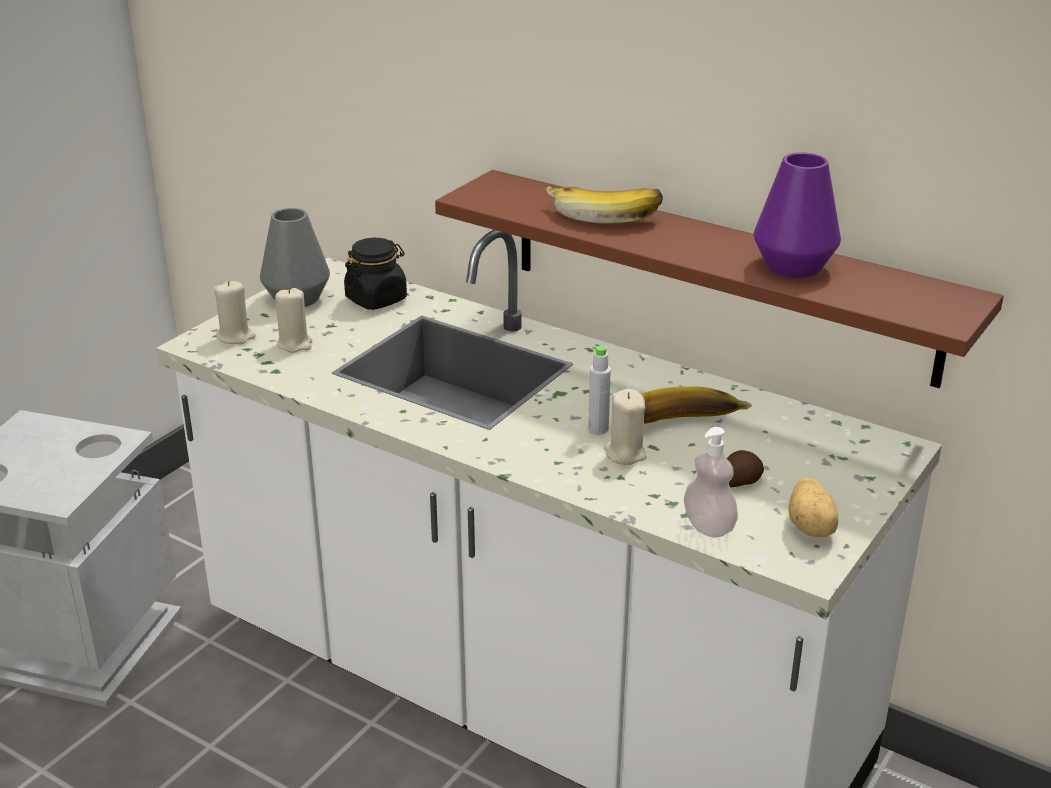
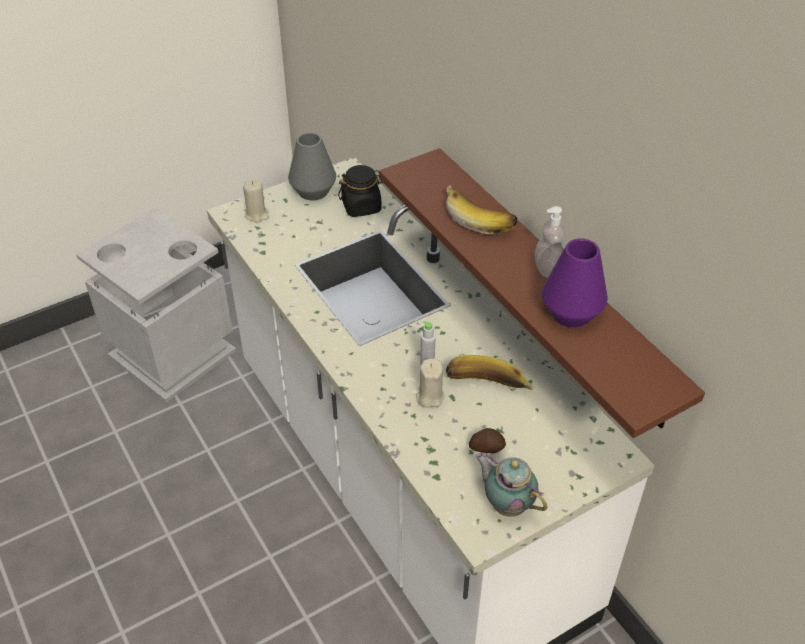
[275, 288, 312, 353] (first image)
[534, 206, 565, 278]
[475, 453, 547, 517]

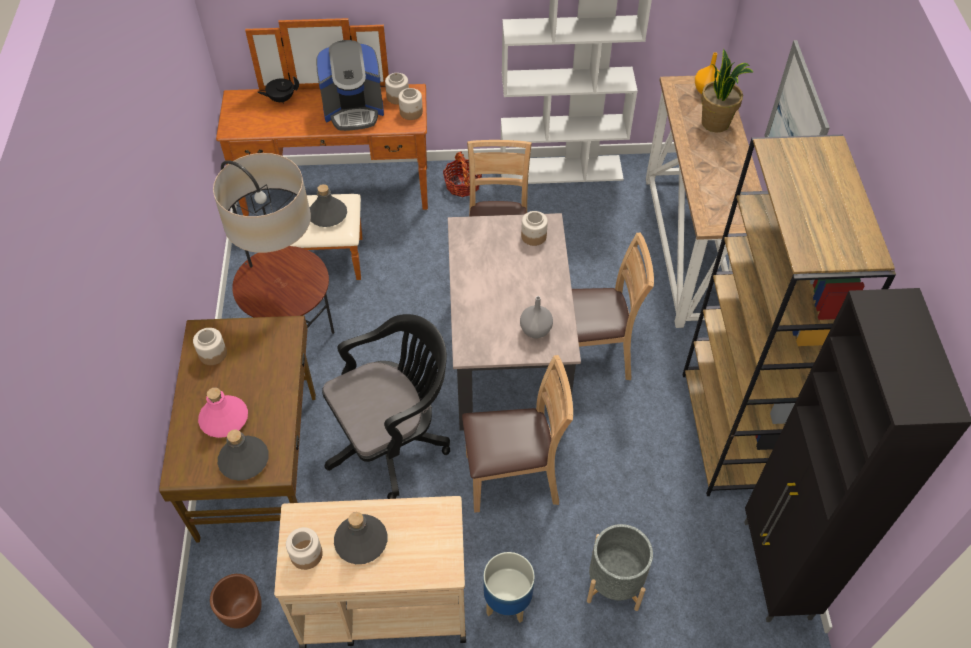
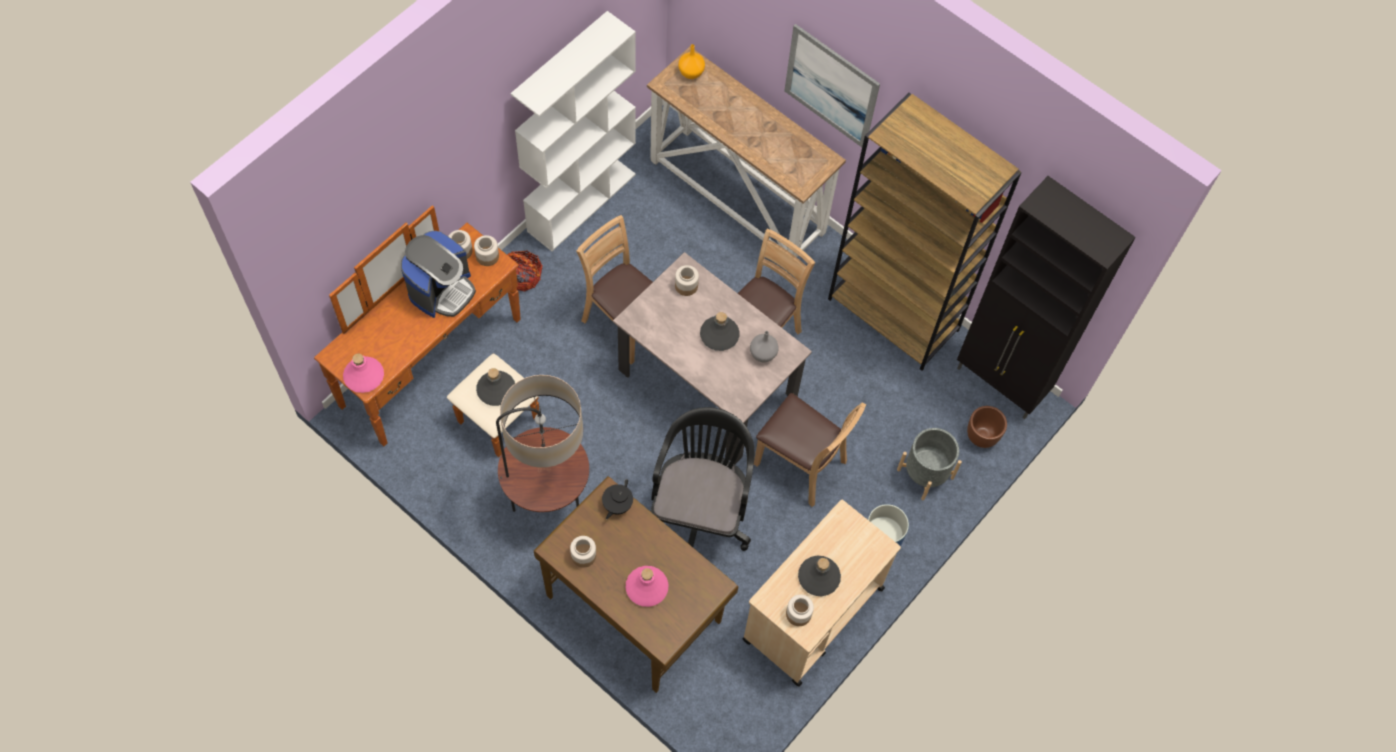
[701, 49, 753, 132] (first image)
[343, 354, 384, 393]
[967, 406, 1007, 448]
[700, 312, 739, 351]
[602, 479, 633, 519]
[754, 393, 866, 507]

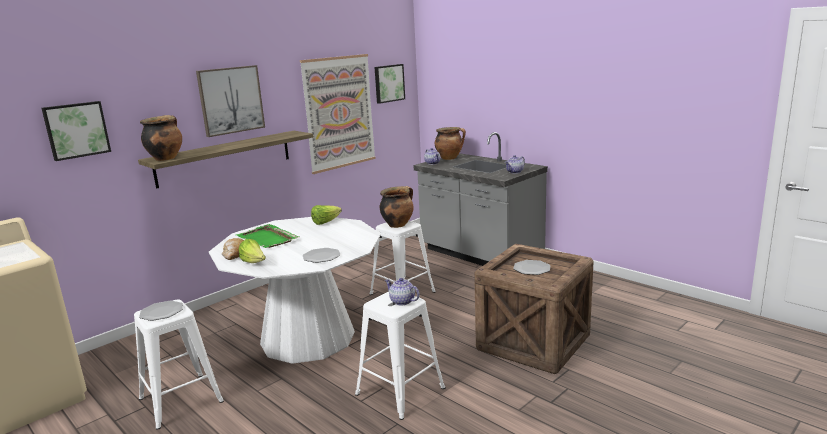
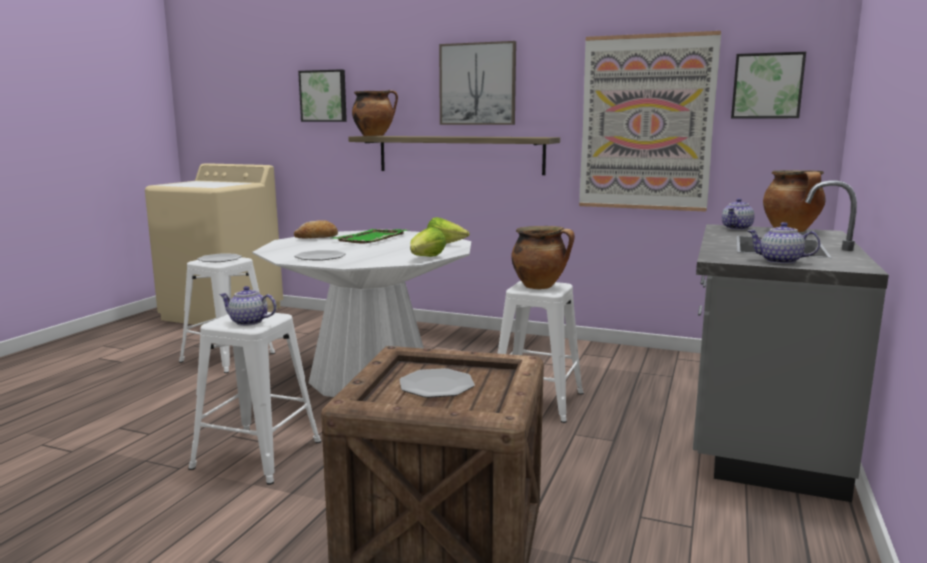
[410, 227, 446, 257]
[219, 286, 276, 326]

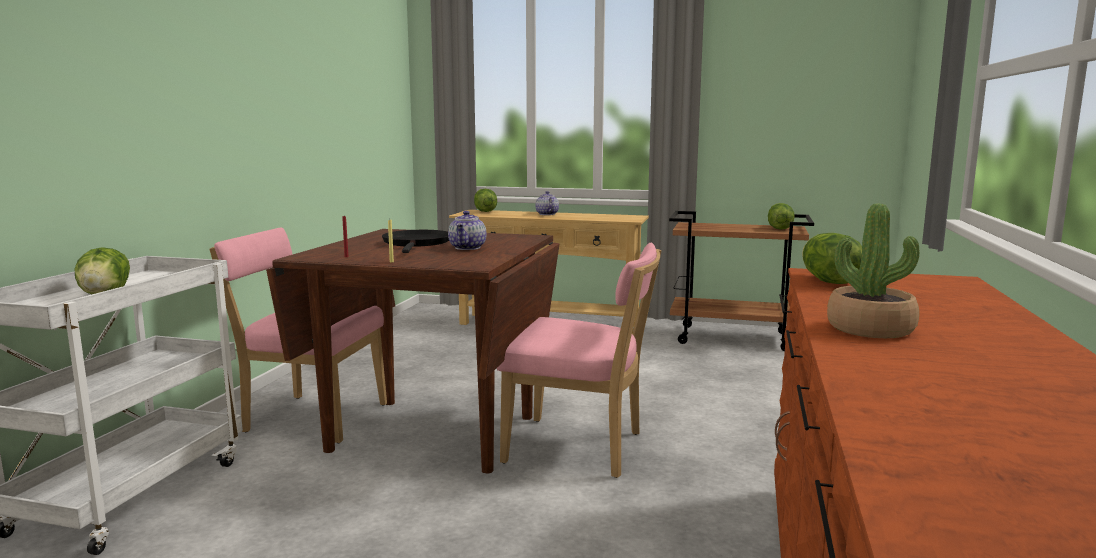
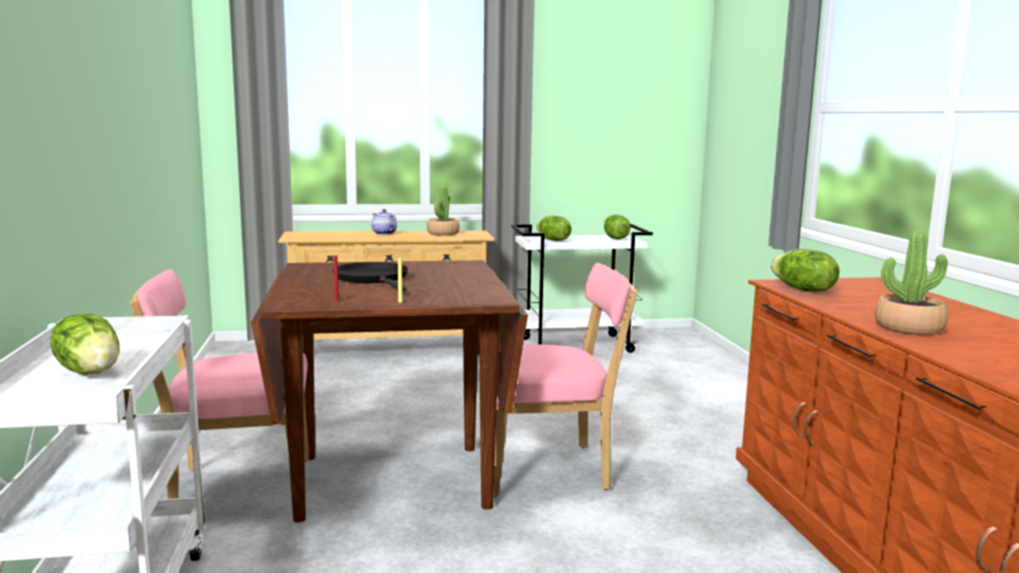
[448, 211, 486, 250] (first image)
[427, 184, 460, 236]
[536, 216, 572, 241]
[512, 224, 653, 353]

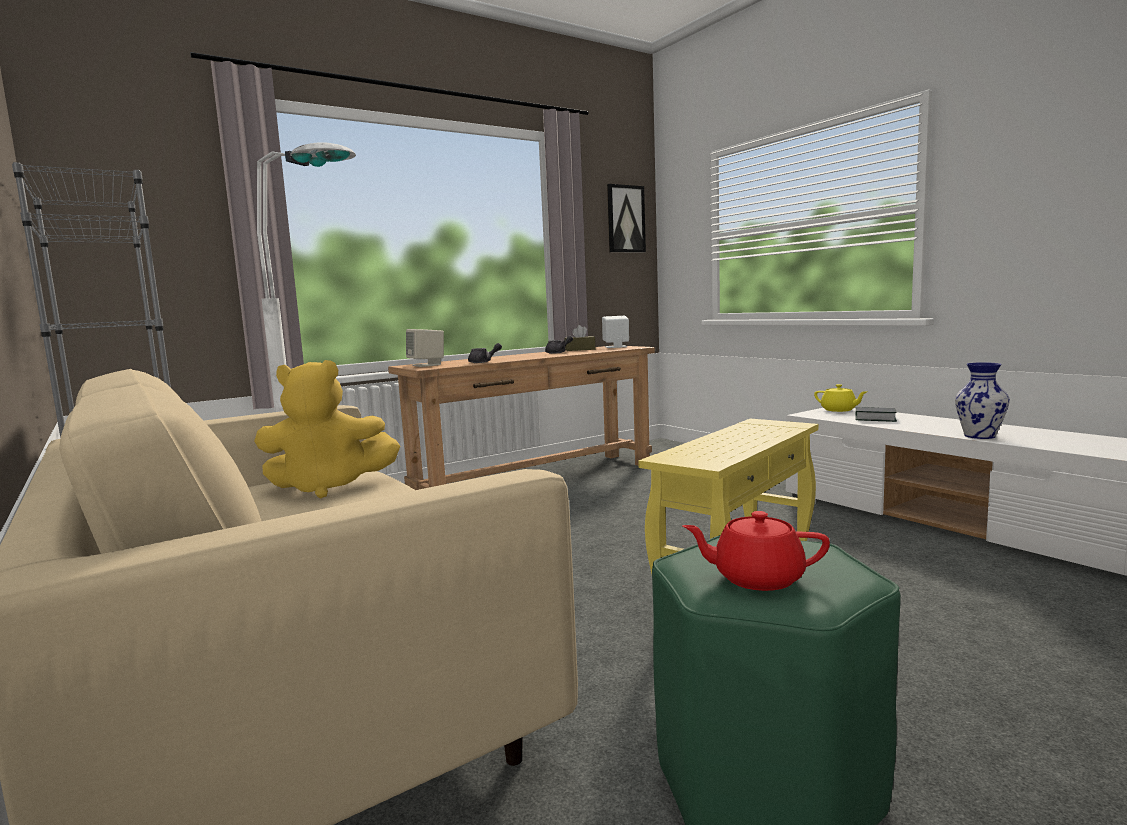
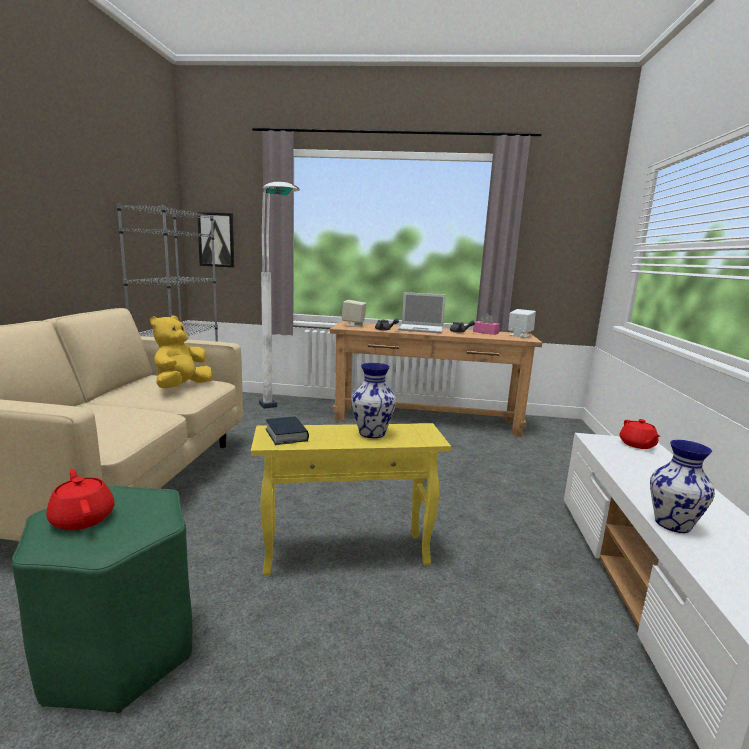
[351, 363, 396, 438]
[398, 292, 446, 334]
[197, 212, 234, 267]
[266, 416, 309, 445]
[473, 313, 500, 335]
[620, 419, 660, 449]
[150, 316, 213, 389]

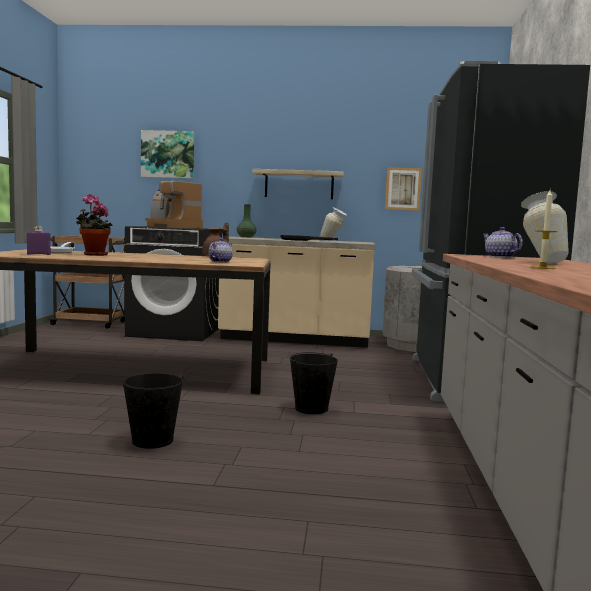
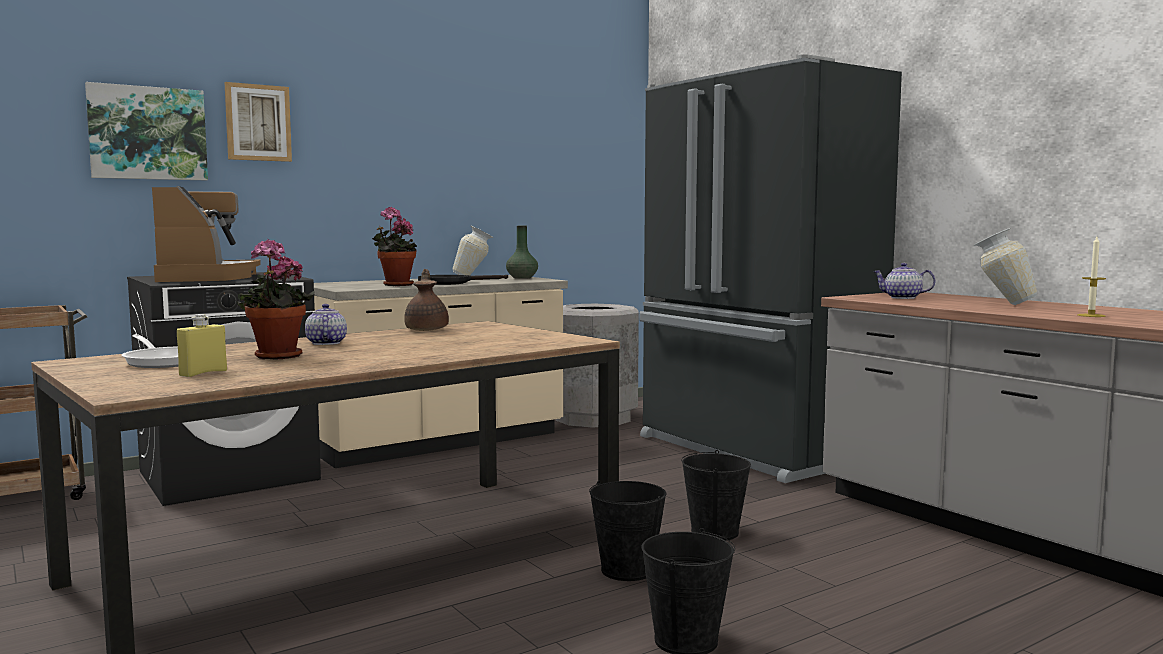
[252, 169, 344, 199] (first image)
[372, 207, 417, 286]
[589, 481, 666, 581]
[305, 304, 347, 345]
[506, 226, 538, 279]
[225, 82, 292, 162]
[177, 314, 227, 377]
[152, 186, 261, 282]

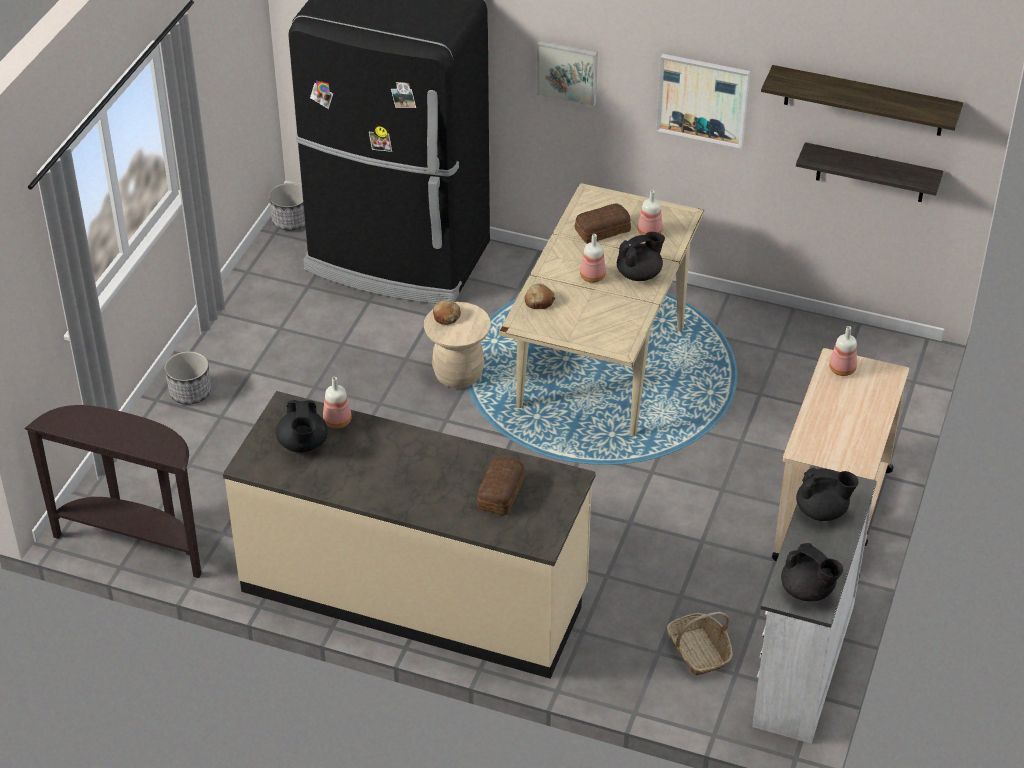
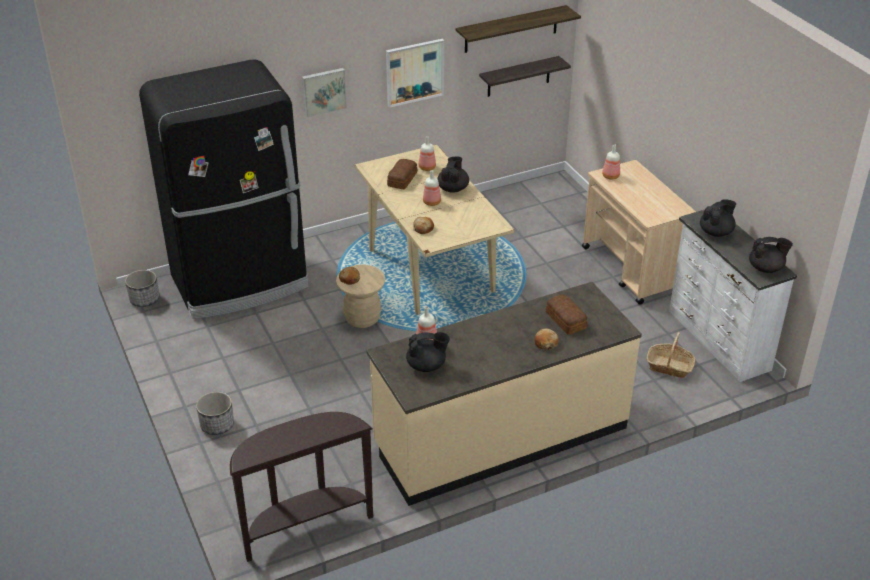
[535, 328, 559, 350]
[406, 332, 450, 372]

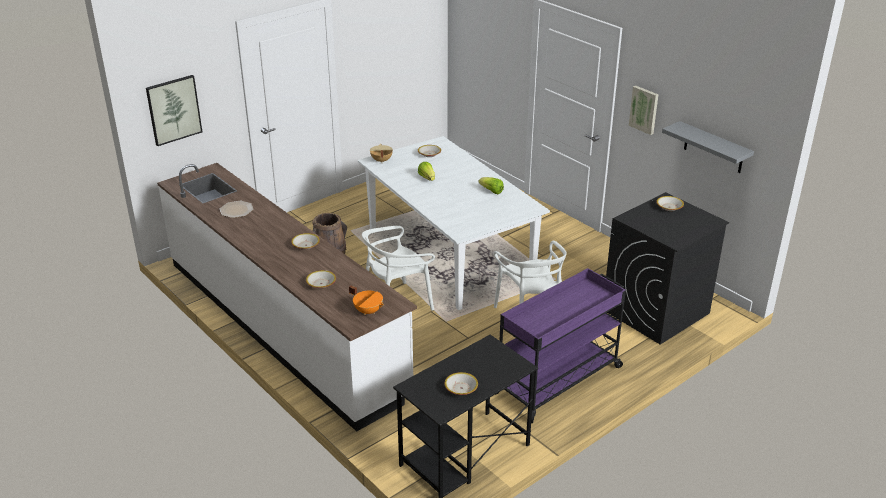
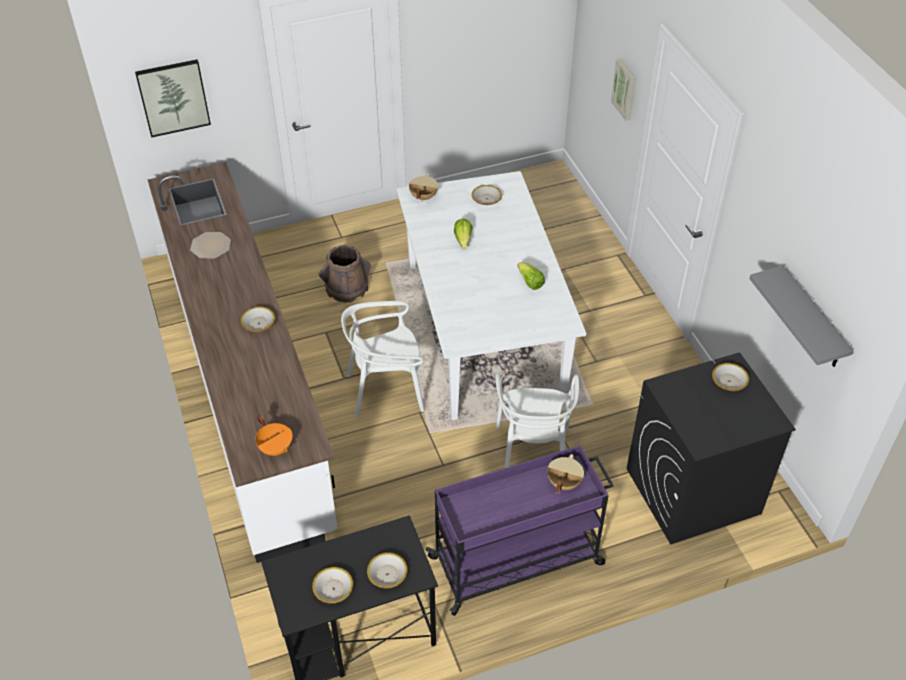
[547, 454, 584, 493]
[367, 552, 408, 588]
[611, 59, 636, 121]

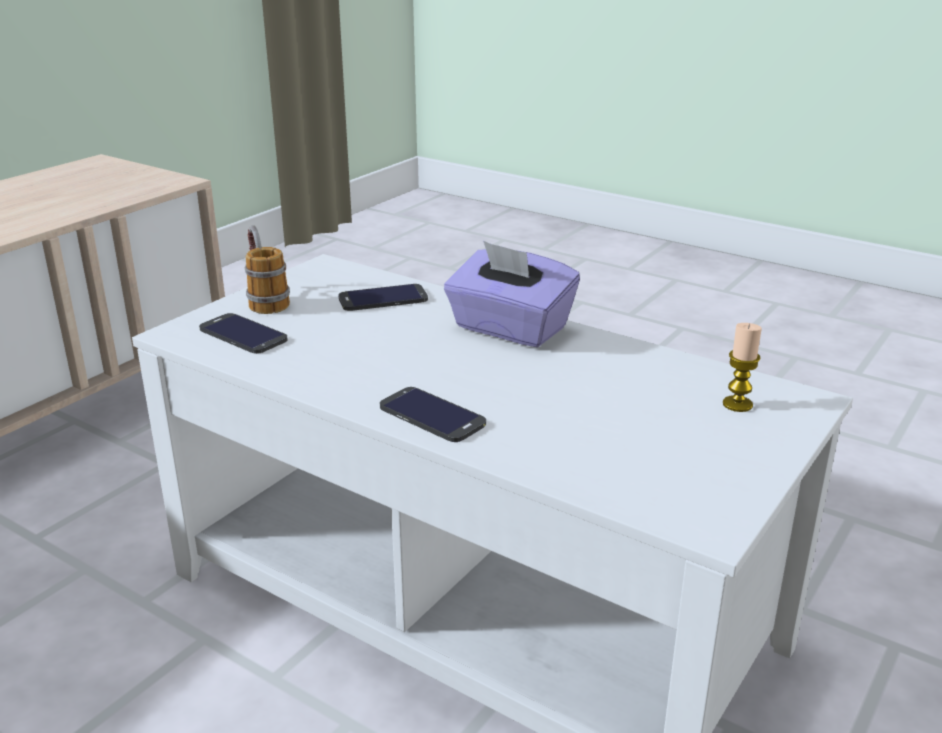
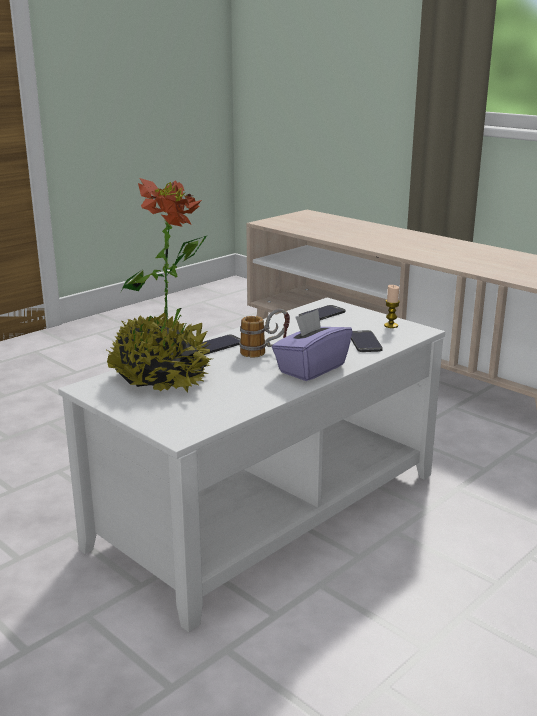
[105, 178, 211, 393]
[239, 309, 290, 358]
[384, 285, 400, 328]

